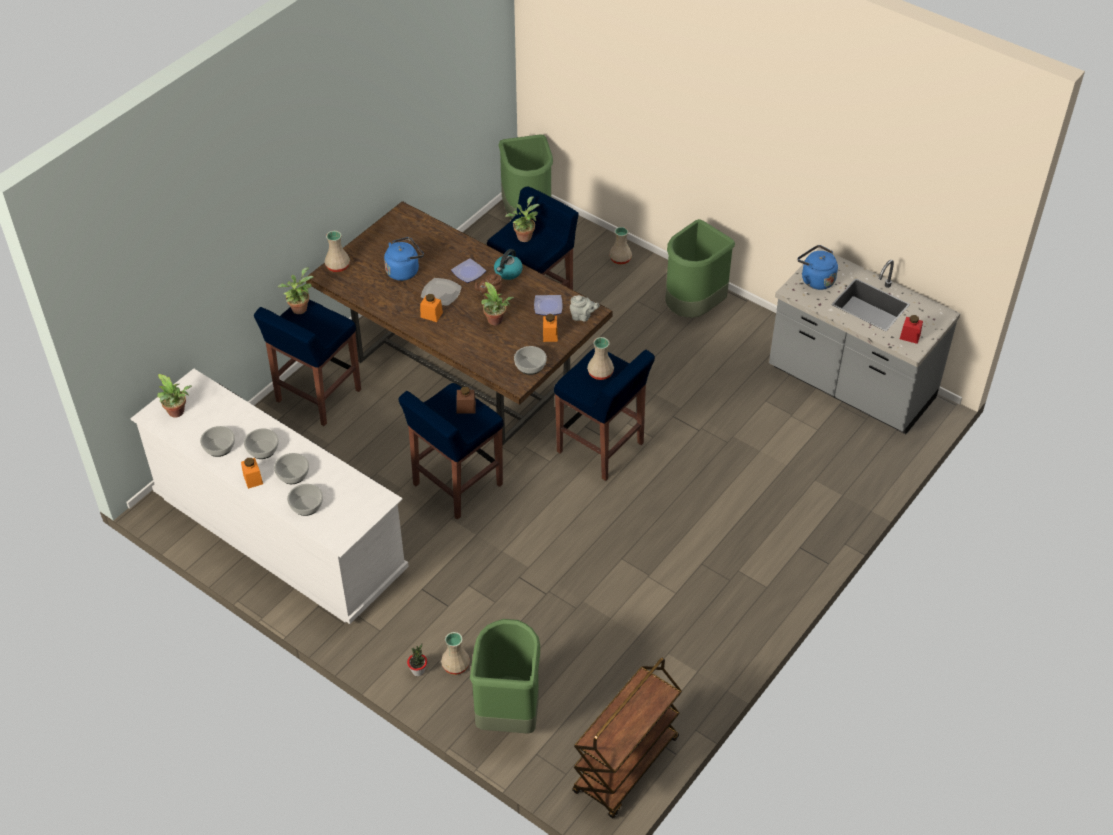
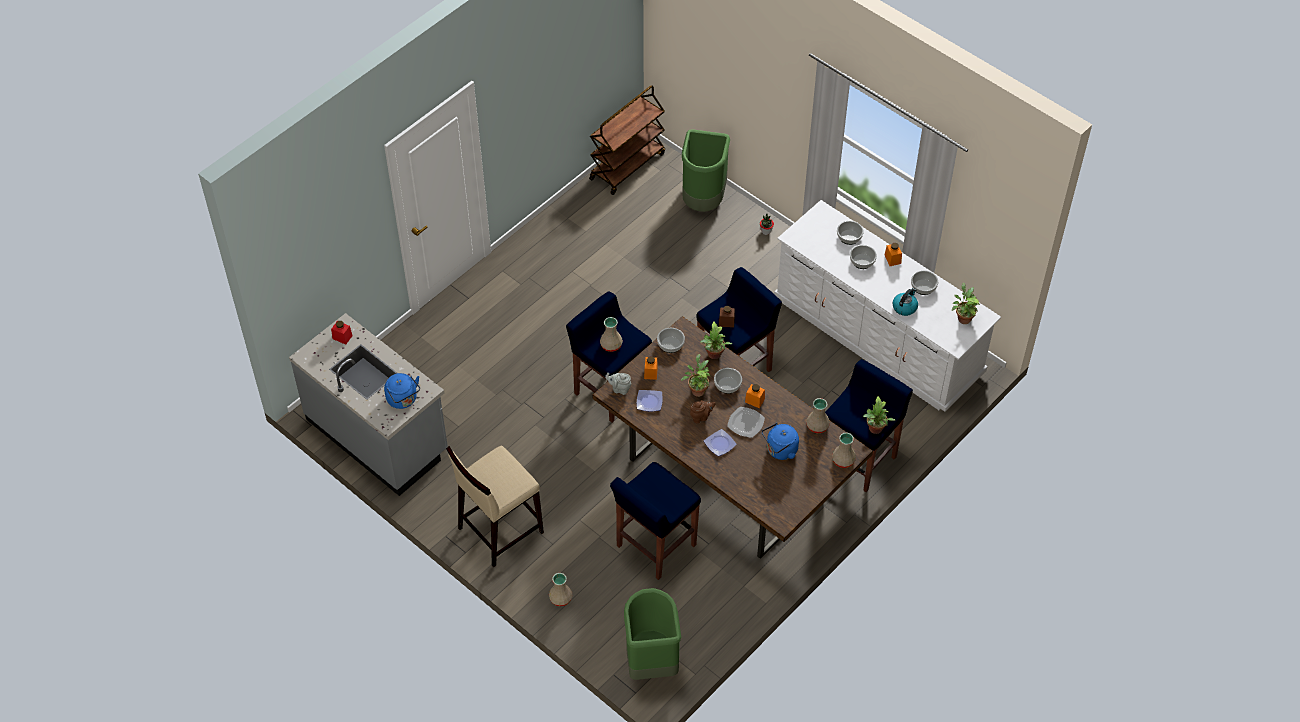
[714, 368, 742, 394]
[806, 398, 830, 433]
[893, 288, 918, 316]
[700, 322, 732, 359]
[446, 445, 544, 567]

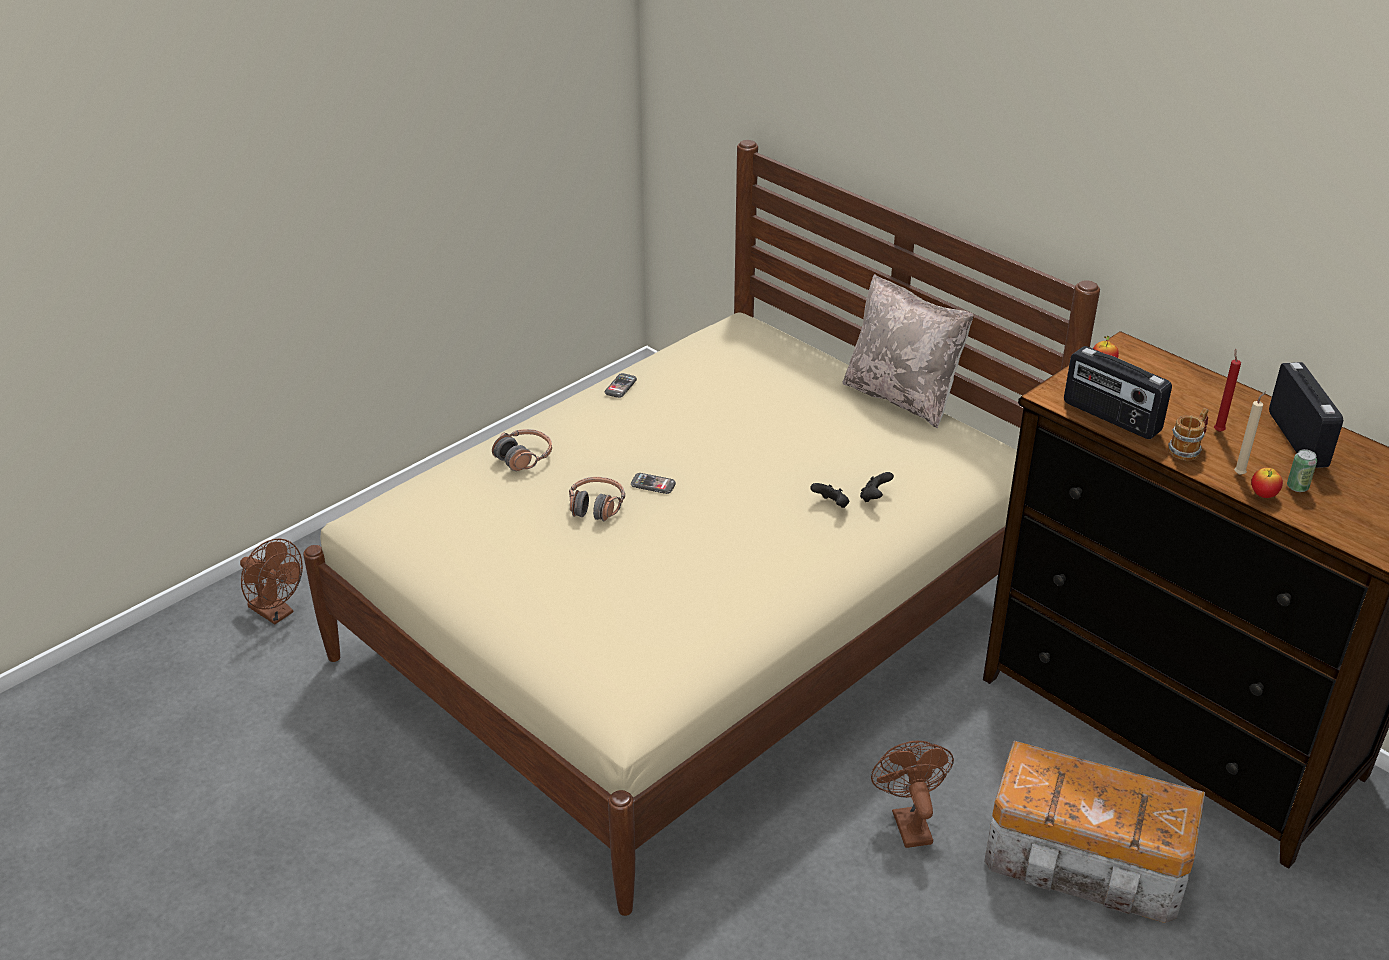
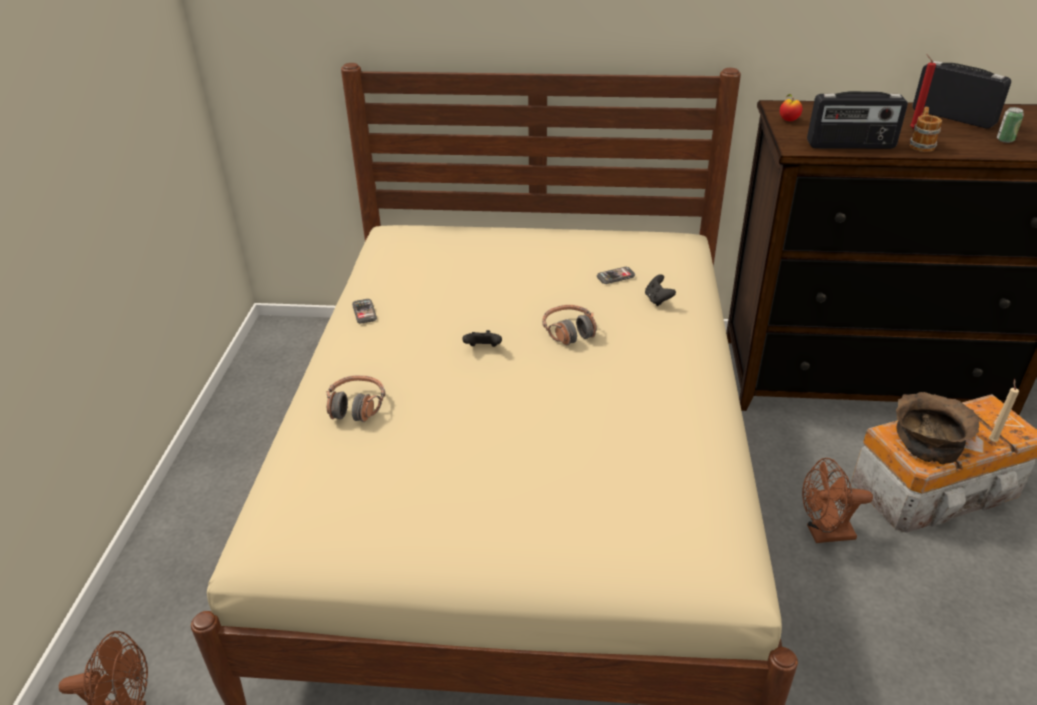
[842, 274, 974, 428] (first image)
[1251, 468, 1283, 498] (first image)
[896, 392, 979, 464]
[542, 305, 597, 345]
[597, 267, 635, 284]
[462, 330, 502, 347]
[989, 379, 1019, 442]
[802, 458, 873, 543]

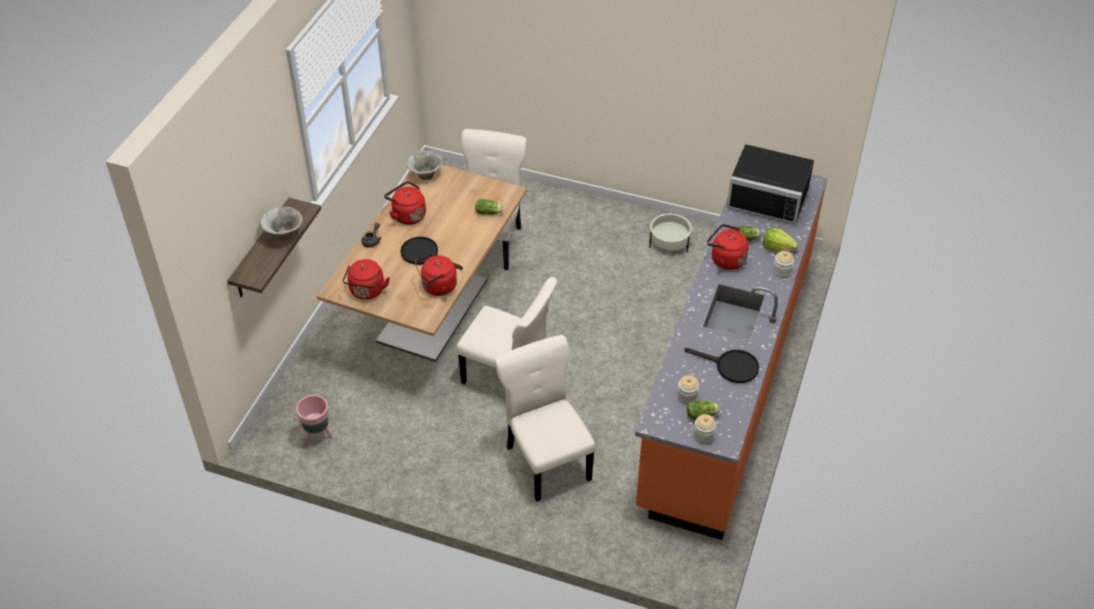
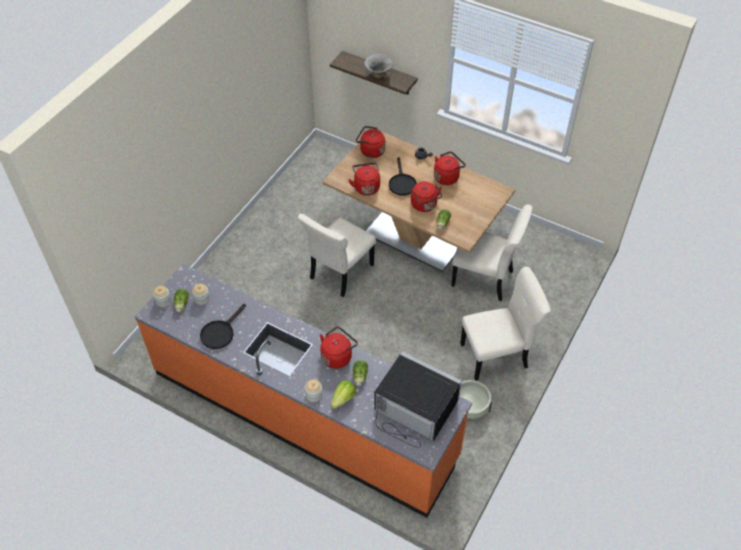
[296, 395, 333, 447] (first image)
[406, 151, 443, 180] (first image)
[411, 181, 442, 212]
[460, 267, 551, 381]
[389, 157, 417, 196]
[374, 352, 462, 448]

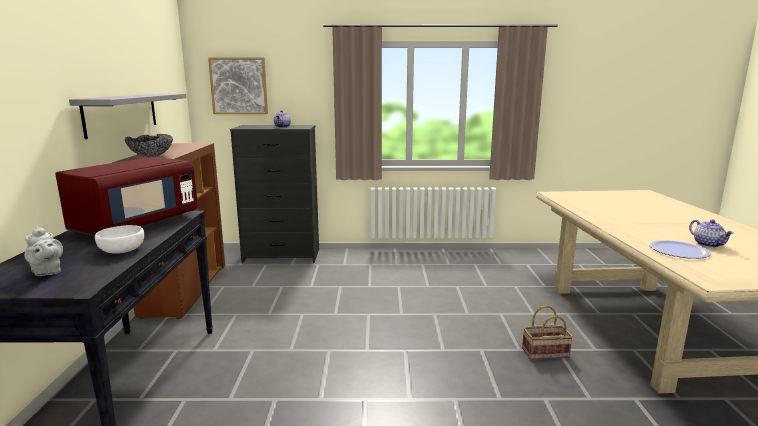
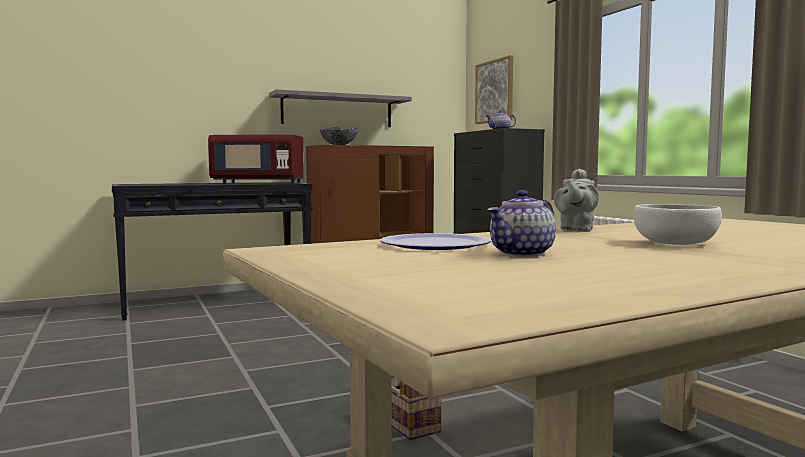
[554, 169, 599, 232]
[633, 204, 722, 245]

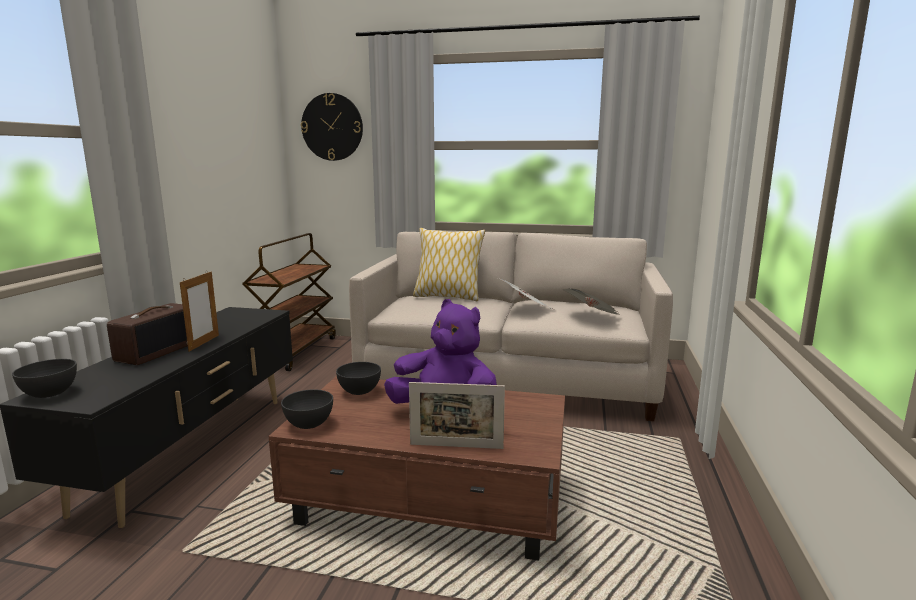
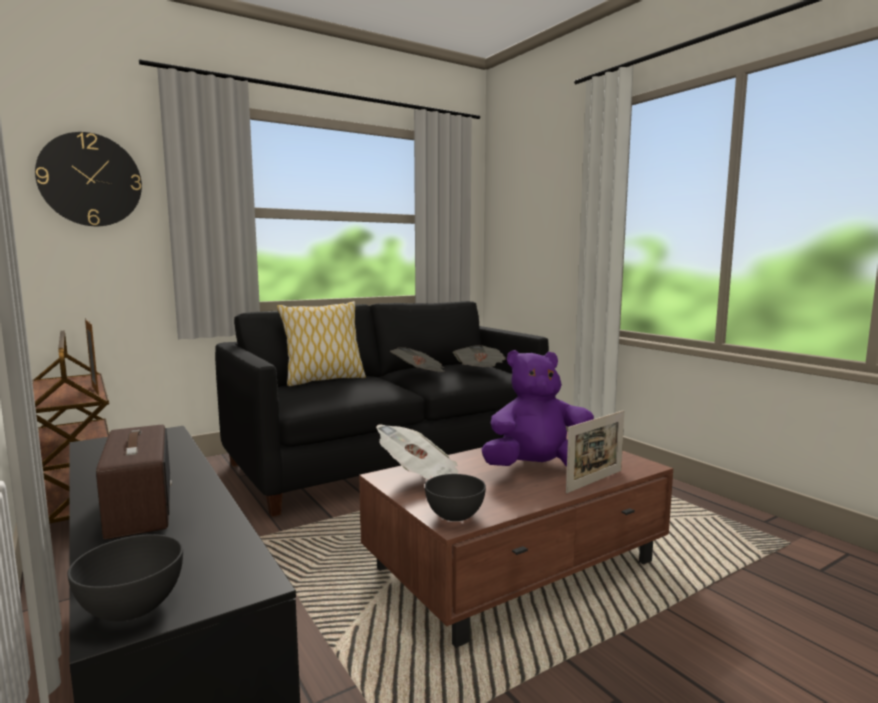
[85, 318, 99, 395]
[376, 424, 458, 479]
[215, 301, 549, 517]

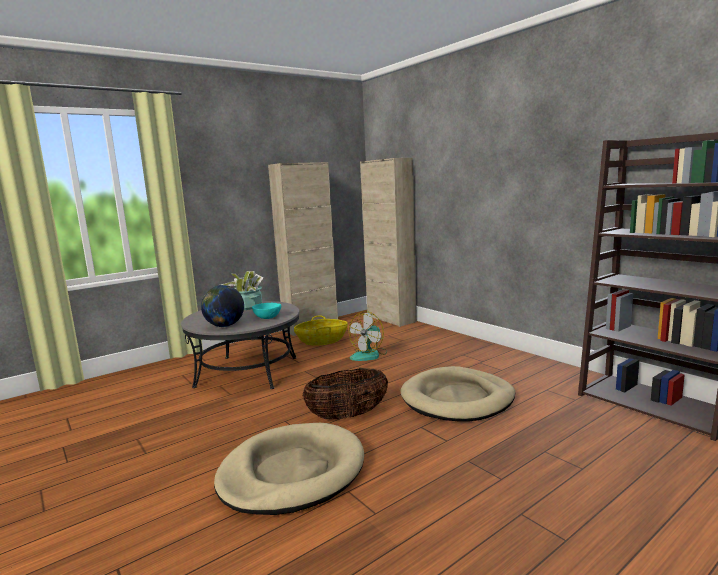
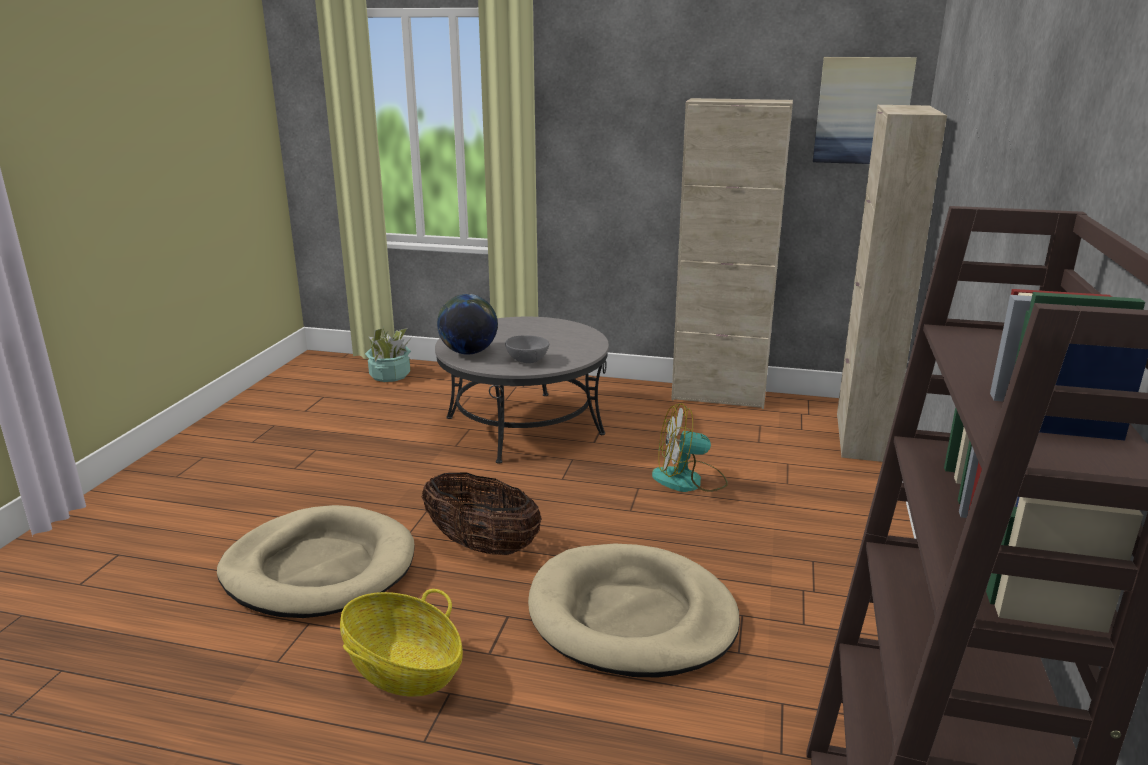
[813, 57, 917, 164]
[365, 328, 412, 382]
[340, 589, 463, 697]
[505, 335, 549, 363]

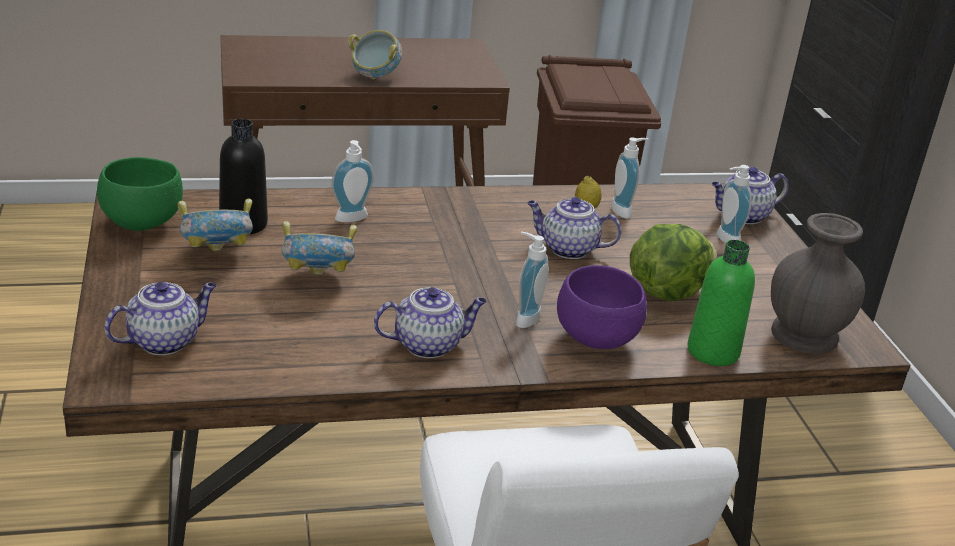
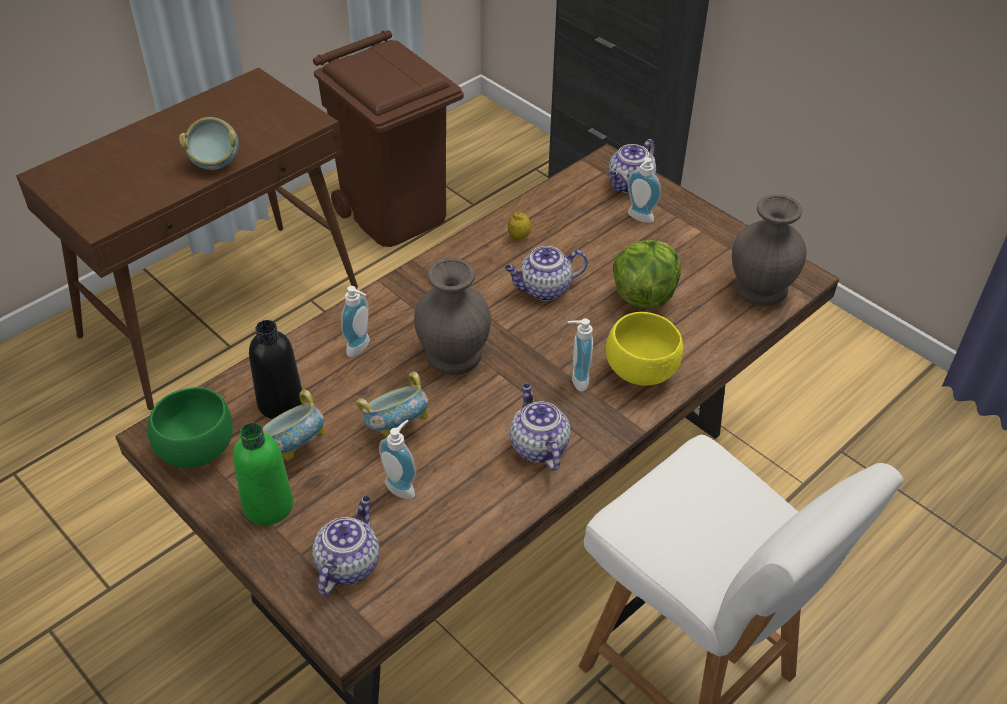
[414, 258, 491, 375]
[379, 420, 416, 499]
[233, 423, 293, 525]
[606, 312, 683, 386]
[510, 384, 571, 471]

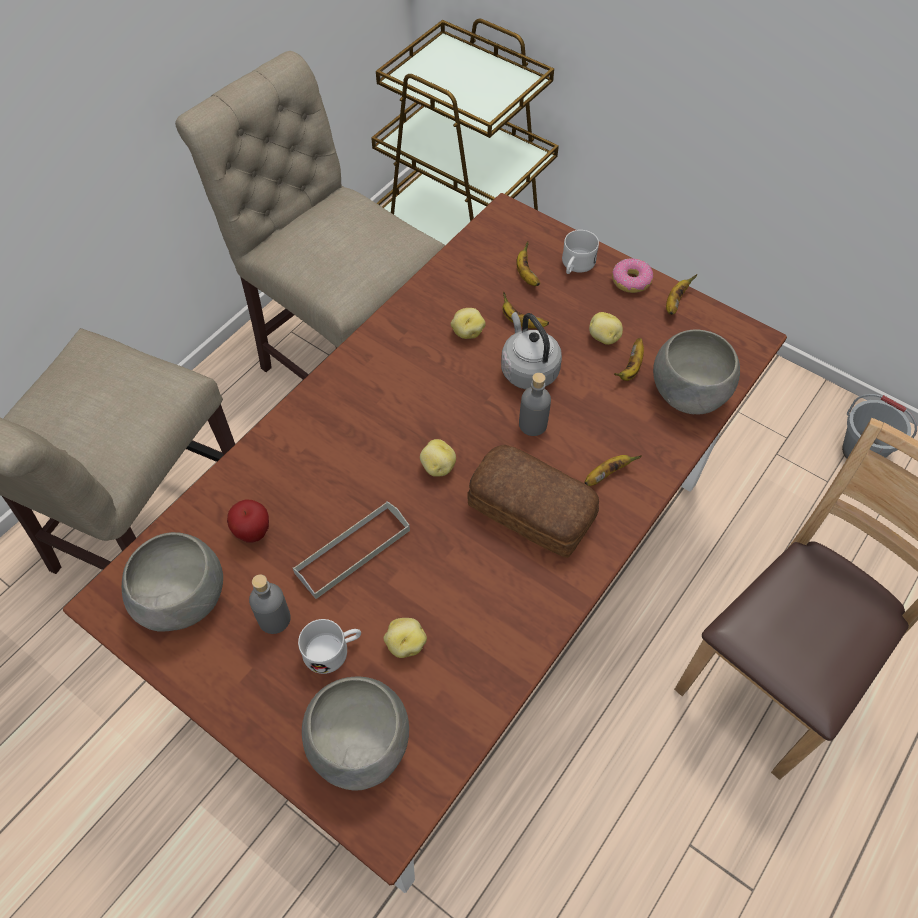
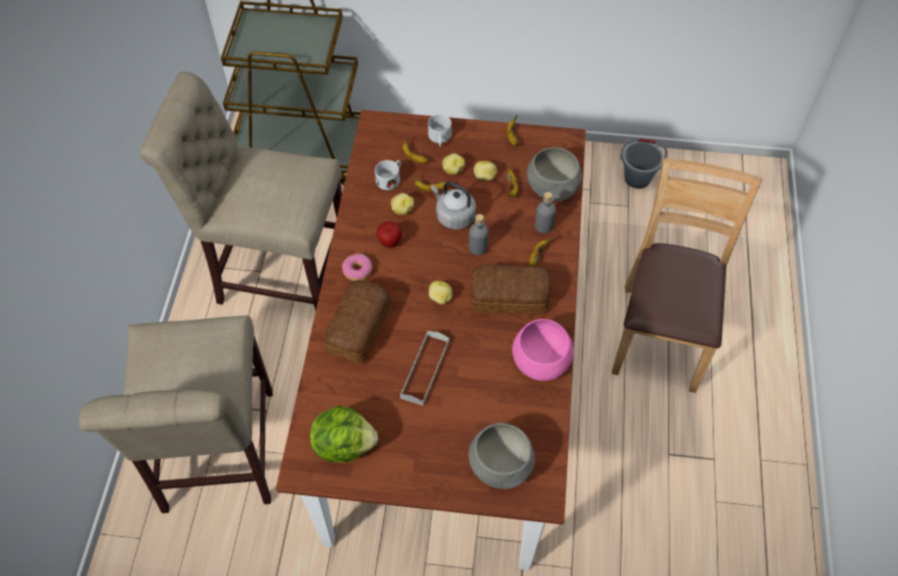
[324, 280, 391, 364]
[512, 319, 573, 381]
[377, 221, 402, 248]
[535, 192, 556, 233]
[375, 160, 401, 190]
[442, 153, 465, 175]
[342, 254, 372, 281]
[310, 405, 378, 463]

